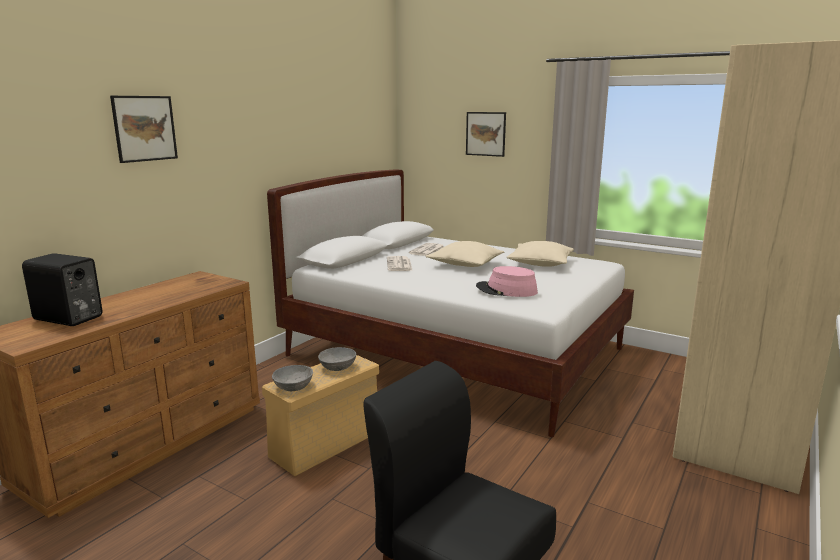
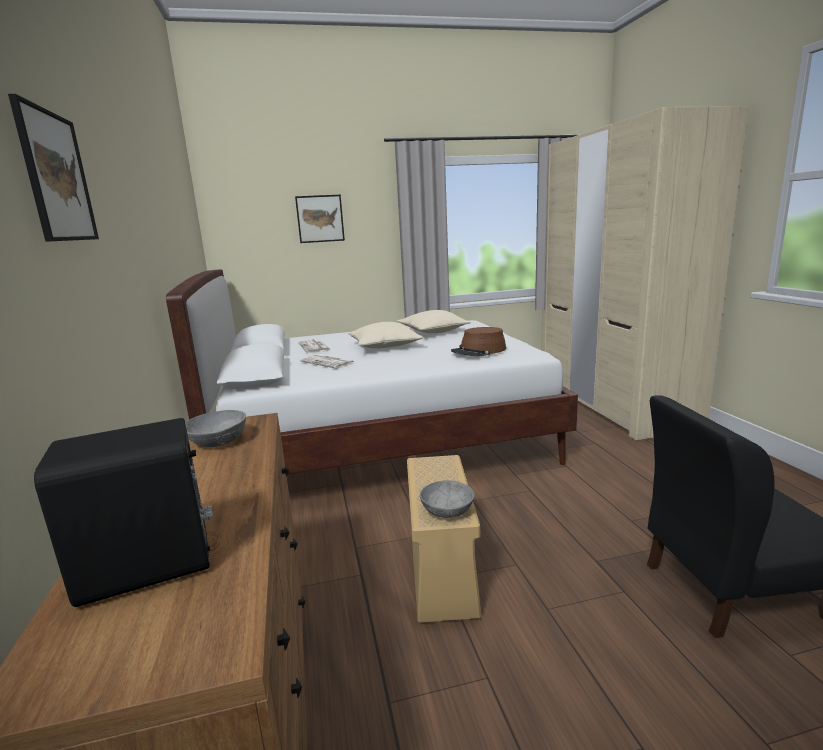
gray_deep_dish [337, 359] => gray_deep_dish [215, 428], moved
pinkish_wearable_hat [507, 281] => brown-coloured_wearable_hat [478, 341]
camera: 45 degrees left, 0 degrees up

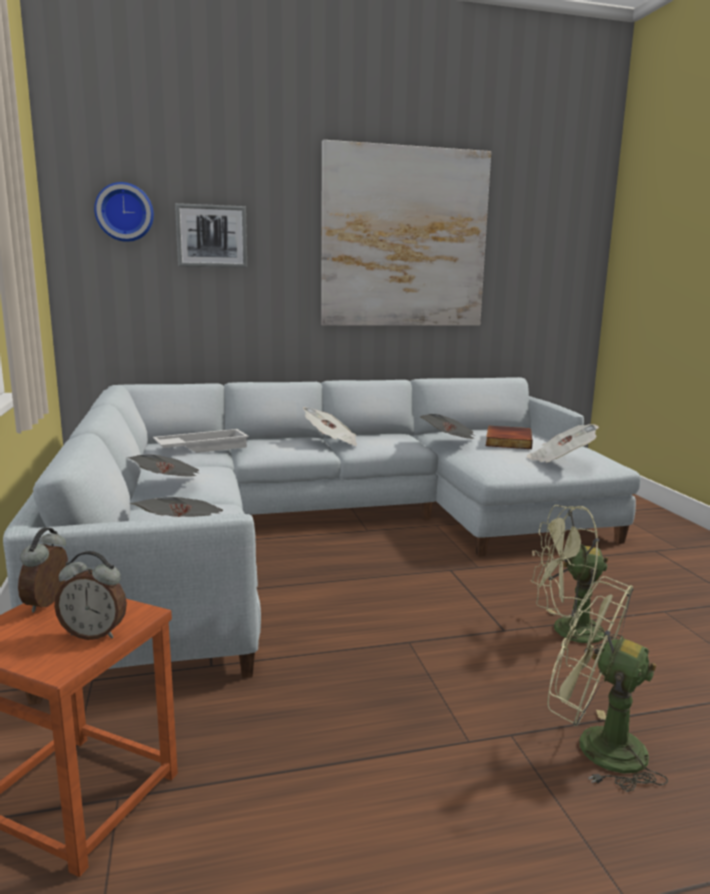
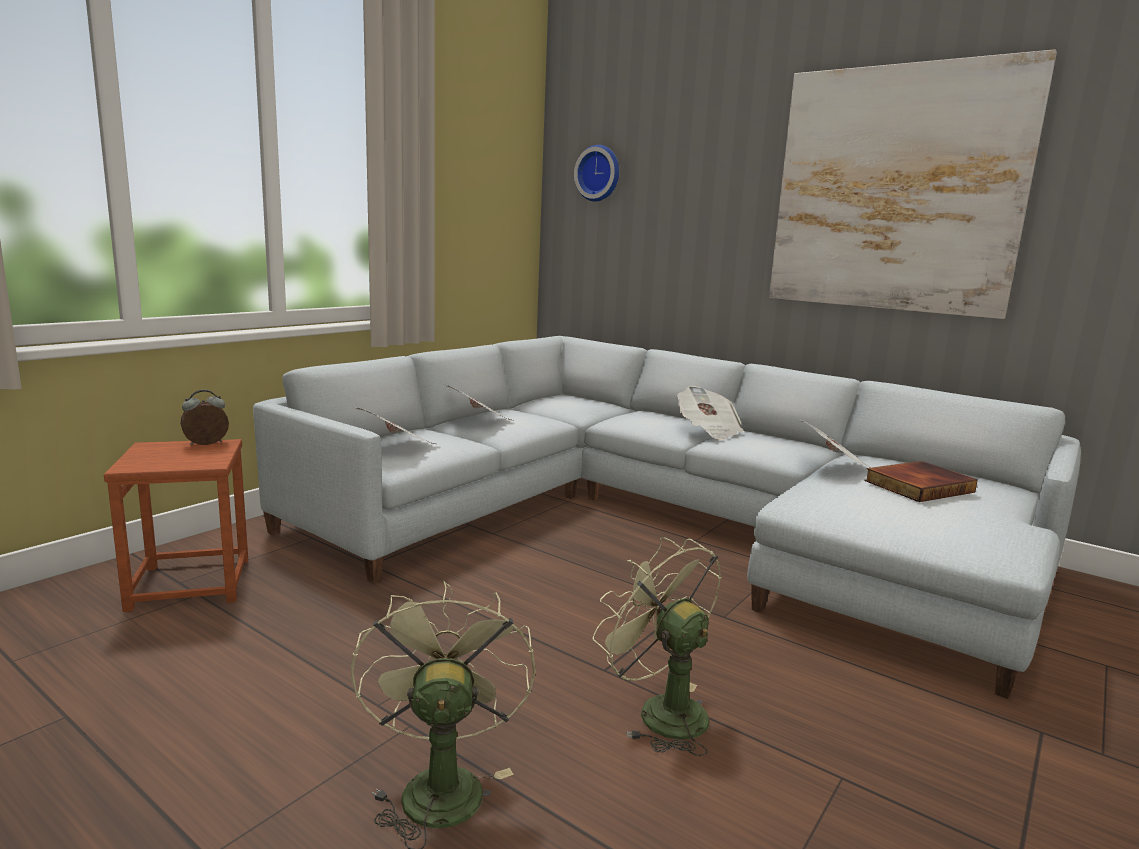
bedside_clock [90, 595] => nothing
white-coloured_tray [201, 441] => nothing
wall_picture [211, 235] => nothing
daily_paper [563, 443] => nothing
camera: 50 degrees right, 0 degrees up

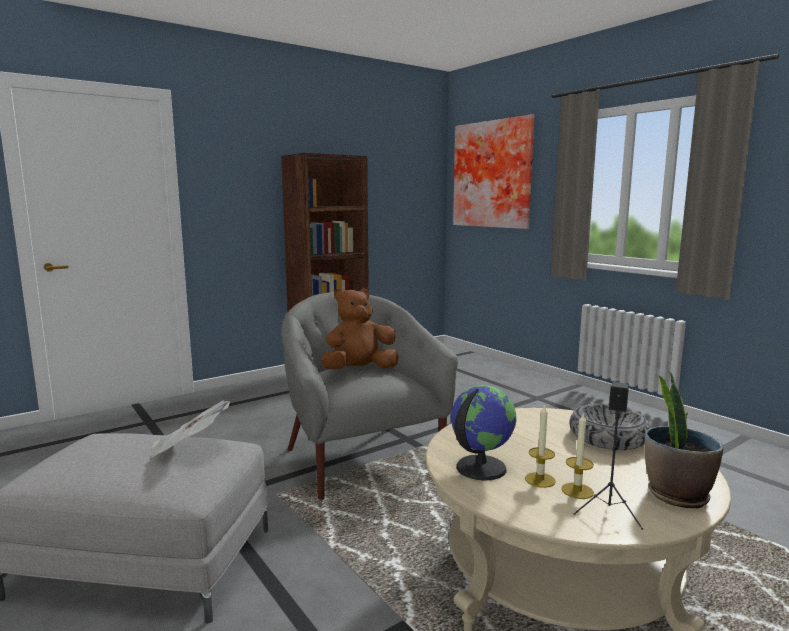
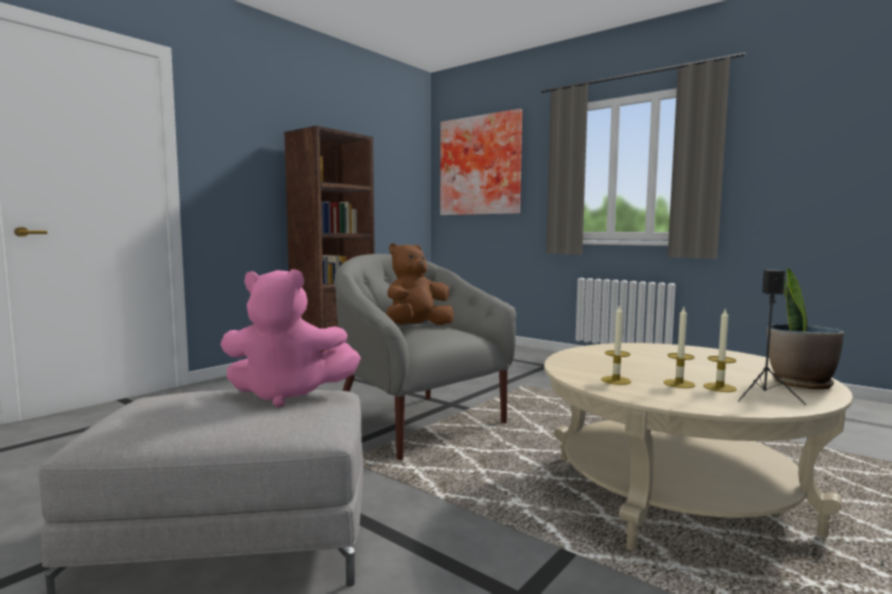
daily_paper [190, 429] => pinkish_cuddly_toy [290, 338]
globe [483, 432] => candle [616, 344]
deep_dish [610, 427] => nothing
camera: 15 degrees left, 5 degrees down

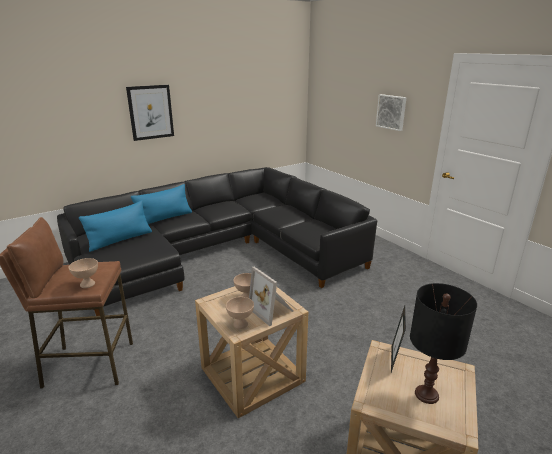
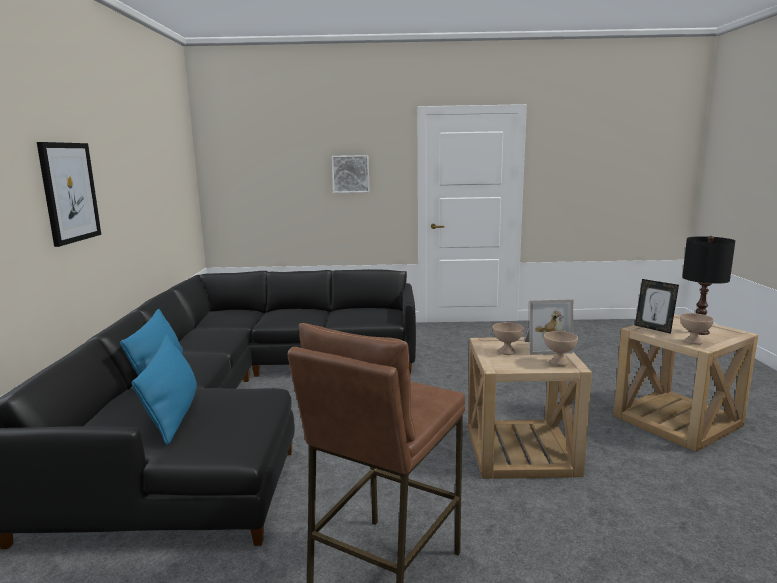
beige-coloured_deep_dish [83, 273] => beige-coloured_deep_dish [697, 329], moved
camera: 55 degrees left, 10 degrees down

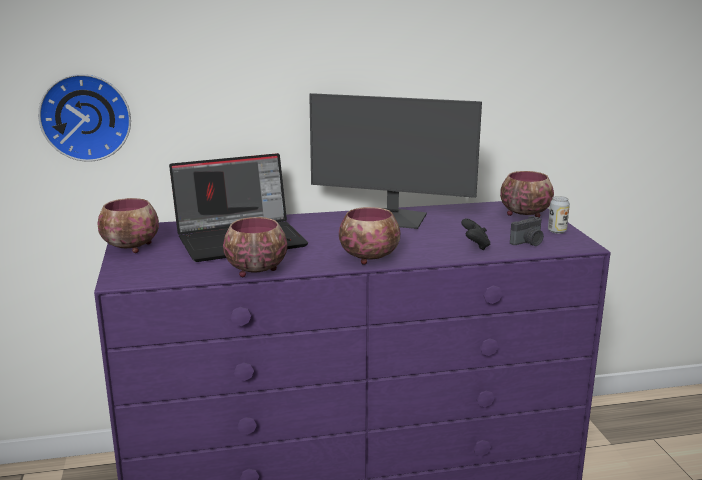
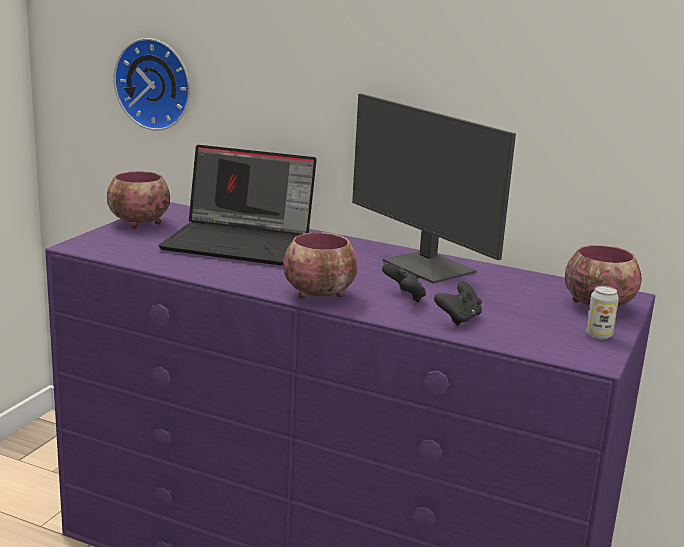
nothing => blackish_gamepad [404, 282]
deep_dish [255, 247] => nothing
photo_camera [527, 231] => nothing
camera: 35 degrees right, 0 degrees up

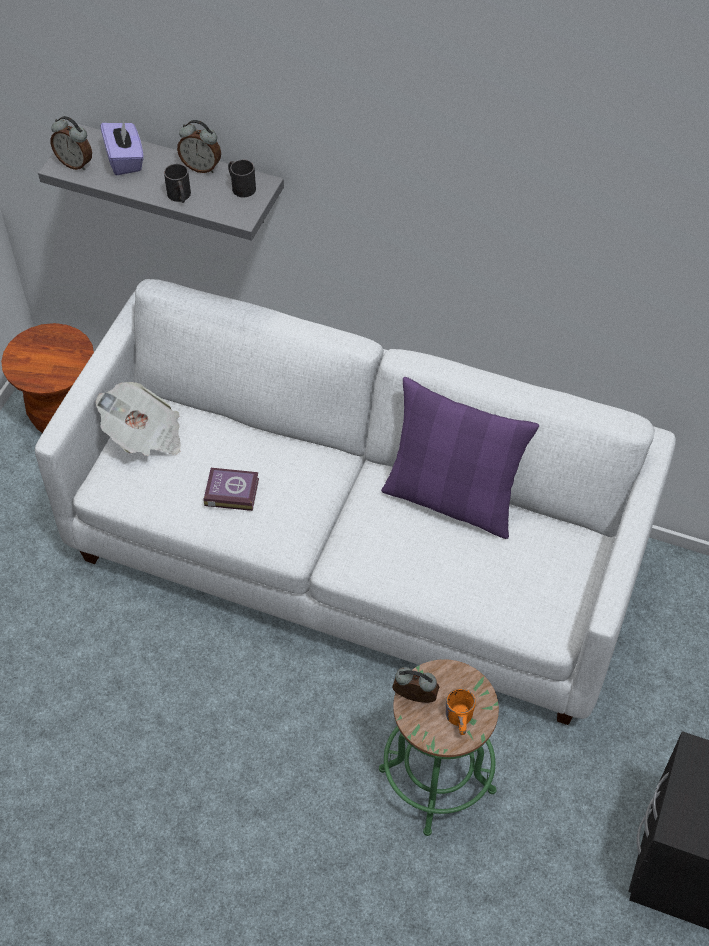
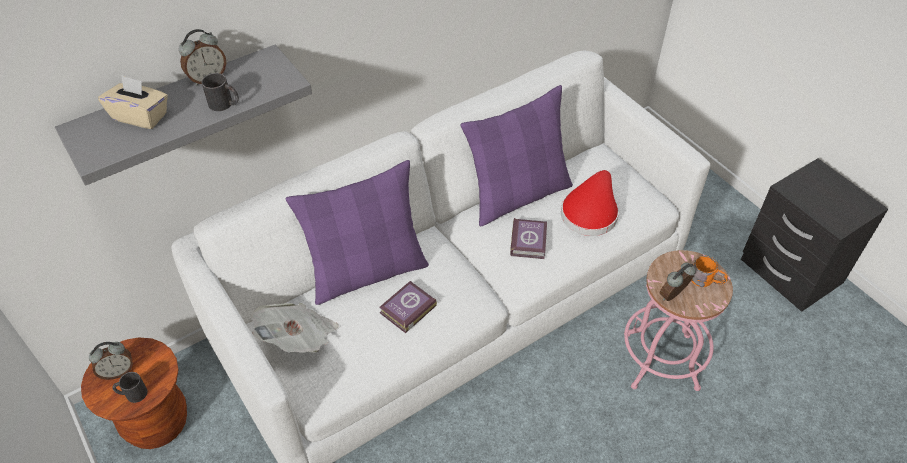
bedside_clock [71, 143] => bedside_clock [111, 361], moved
purple_tissue_box [122, 147] => beige-coloured_tissue_box [133, 102]
blackish_coffee_mug [242, 178] => blackish_coffee_mug [130, 387], moved
nothing => purple_cushion [357, 232]
nothing => bound_book [528, 238]
nothing => red_wearable_hat [590, 203]
greenish_stool [439, 747] => pinkish_stool [678, 320]
camera: 55 degrees left, 5 degrees down

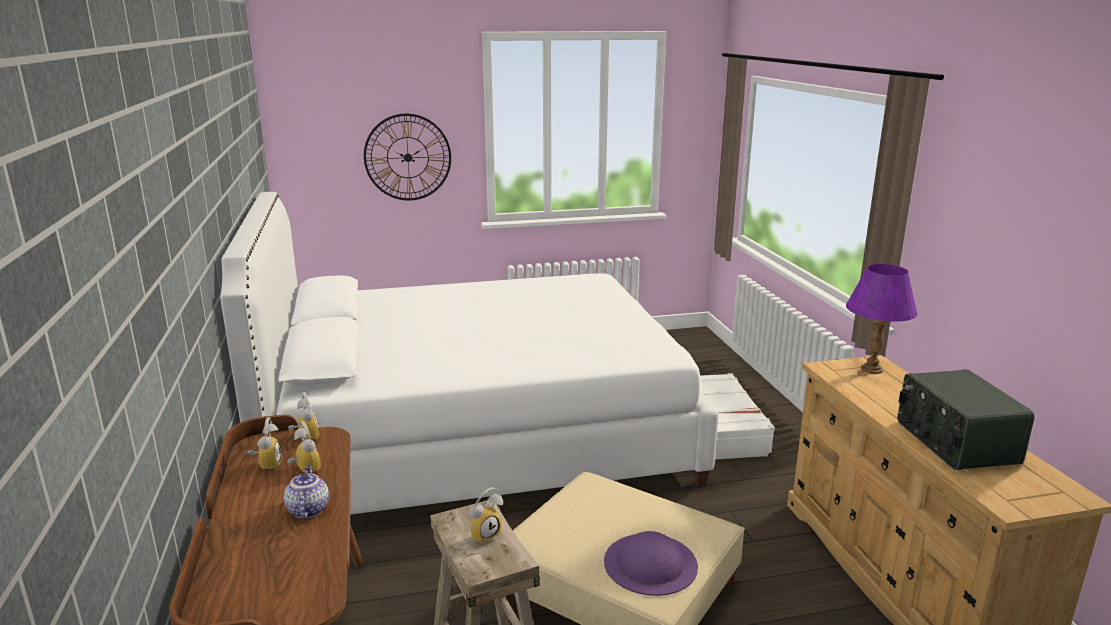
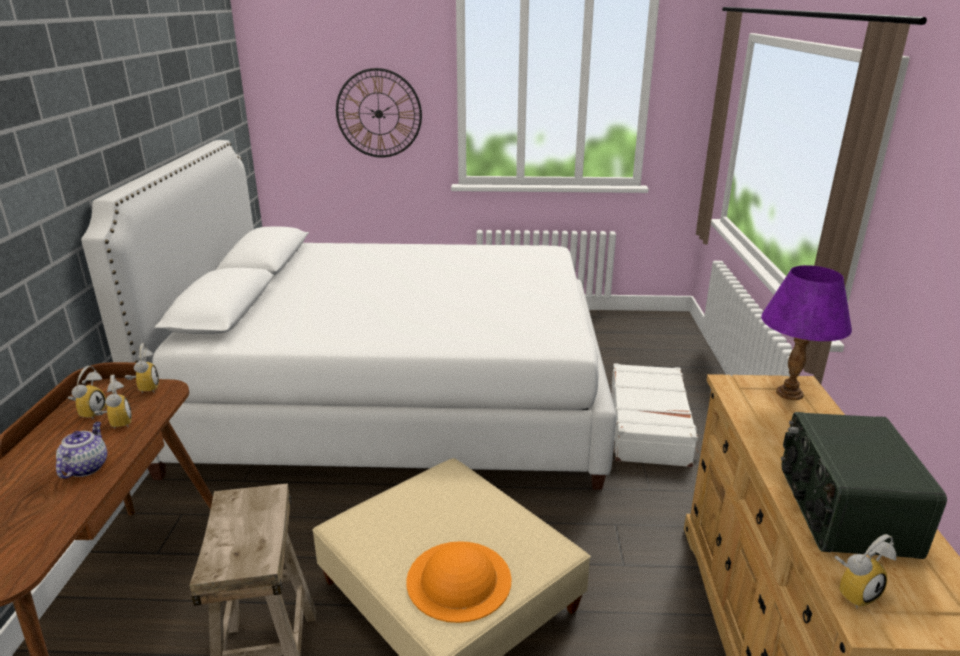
purple_wearable_hat [651, 563] => orangey_wearable_hat [459, 582]
bedside_clock [486, 516] => bedside_clock [865, 571], moved
camera: 15 degrees right, 5 degrees up

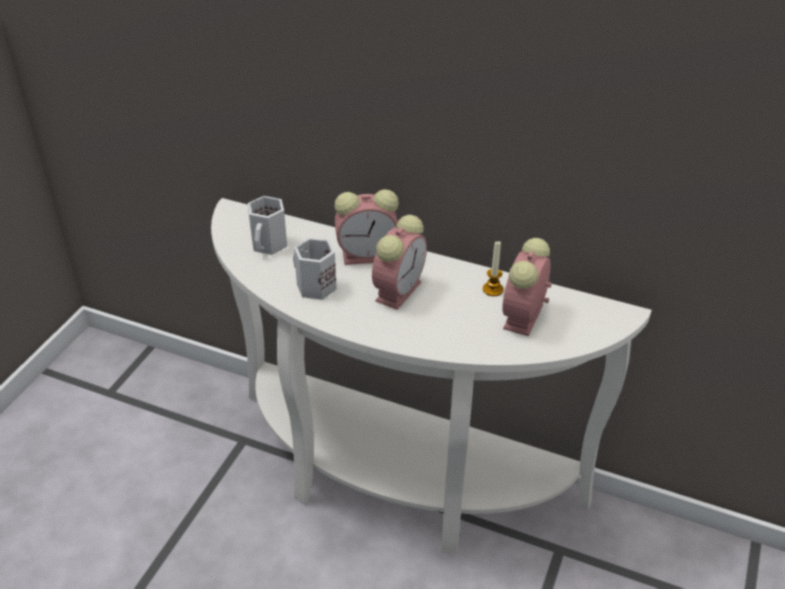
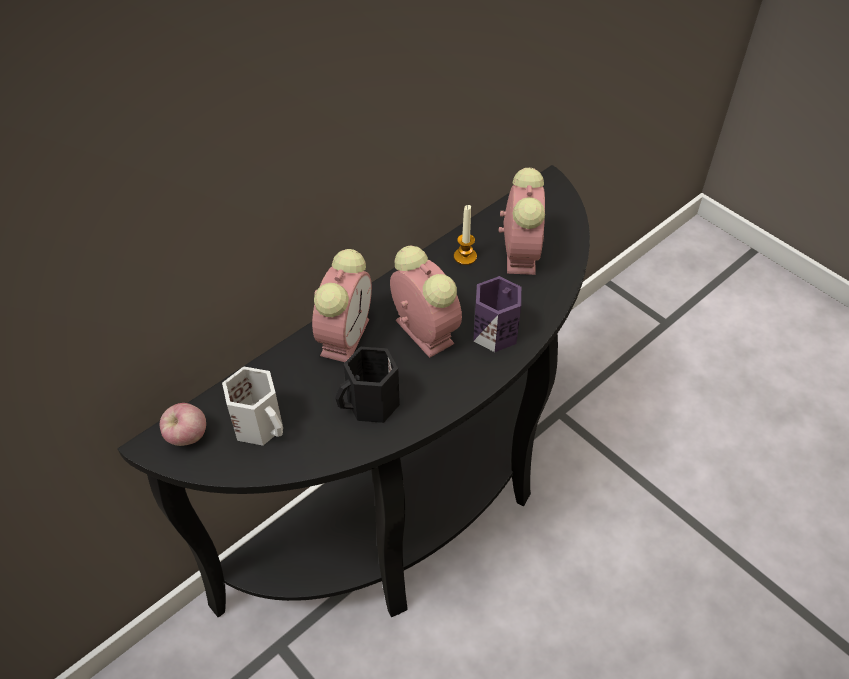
white-coloured_hall_table [431, 376] => blackish_hall_table [353, 391]
nothing => apple_fruit [183, 424]
white-coloured_coffee_mug [315, 269] => blackish_coffee_mug [367, 385]
nothing => purple_coffee_mug [497, 314]
bedside_clock [527, 287] => bedside_clock [522, 221], 135 degrees counterclockwise
camera: 65 degrees left, 10 degrees up

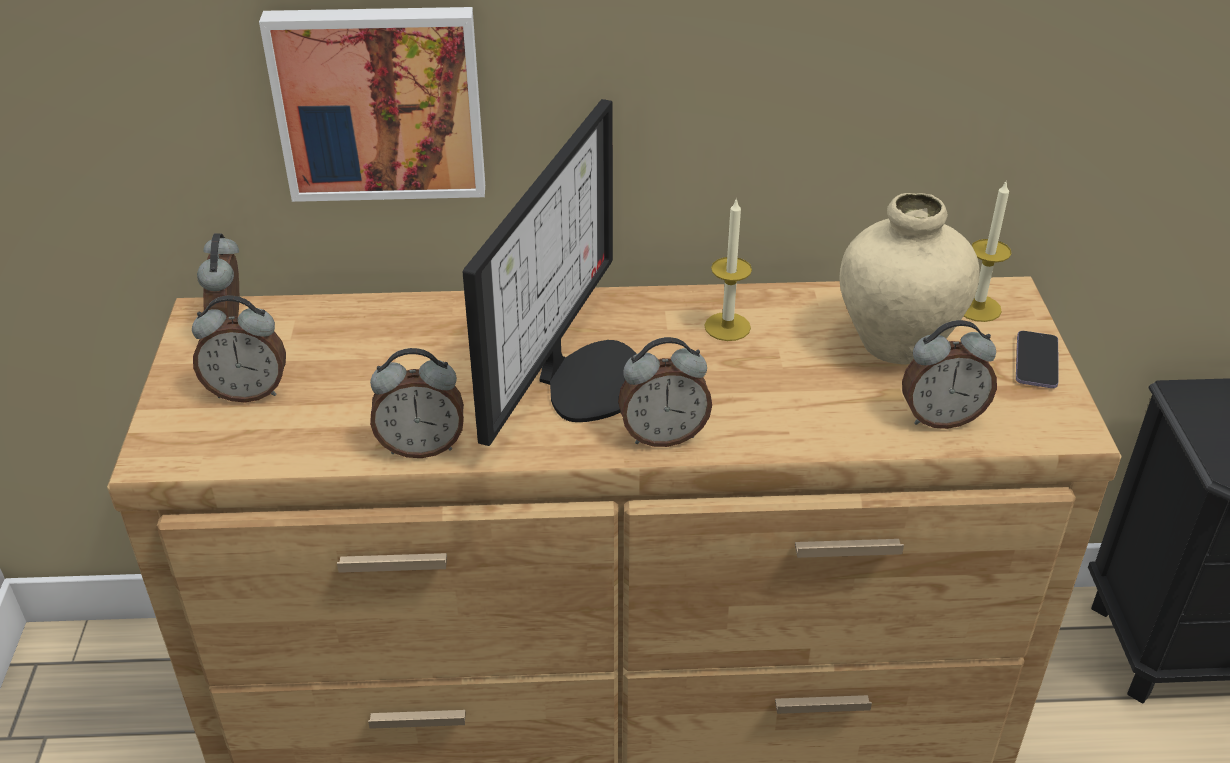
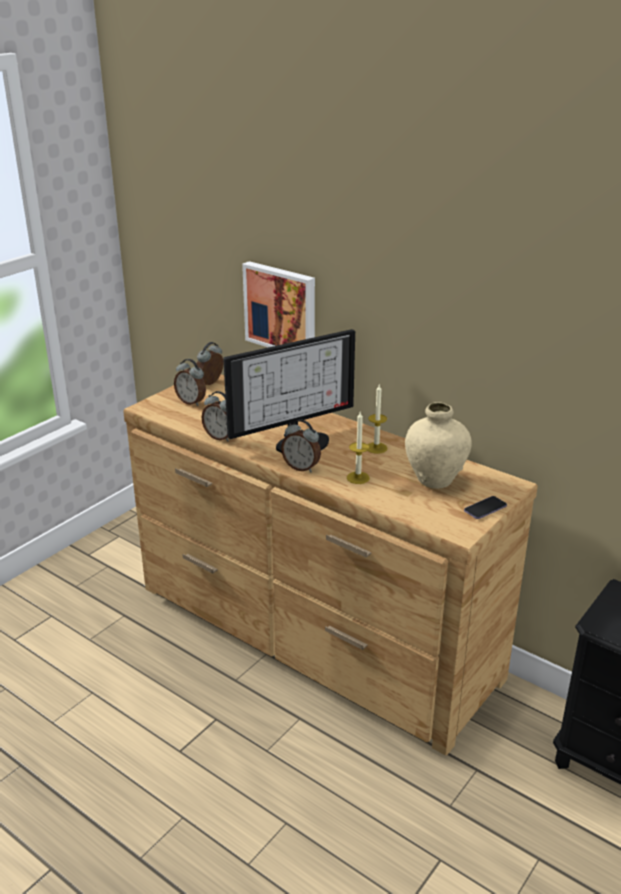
candle [987, 251] => candle [358, 448], moved
bedside_clock [949, 374] => nothing
camera: 40 degrees right, 10 degrees down

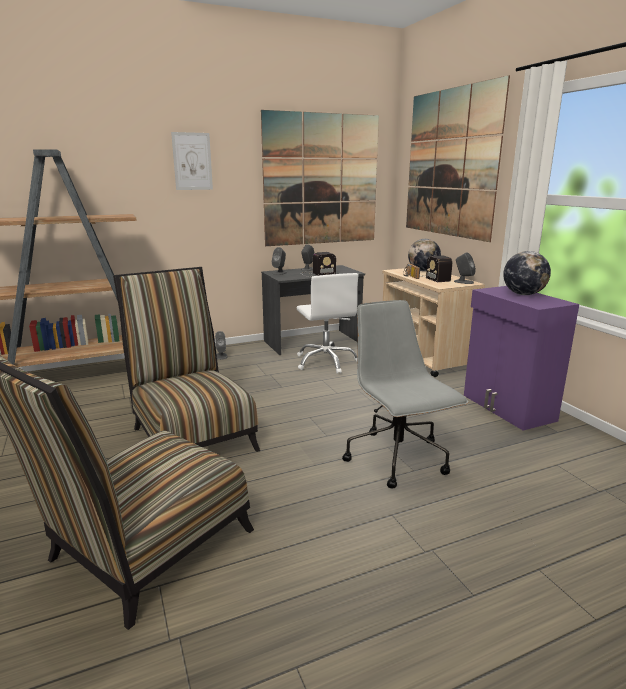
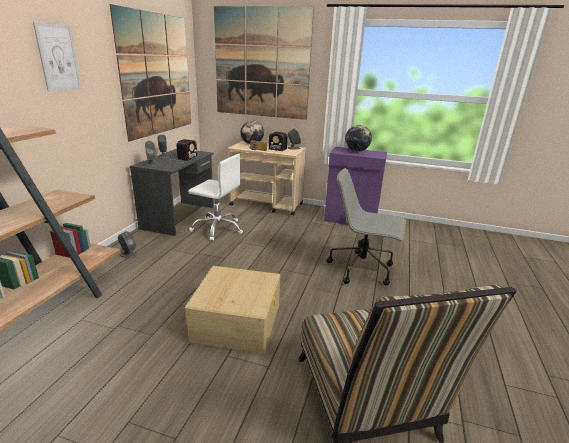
upright_chair [186, 359] => beige-coloured_storage_container [232, 310]
camera: 50 degrees left, 5 degrees up

